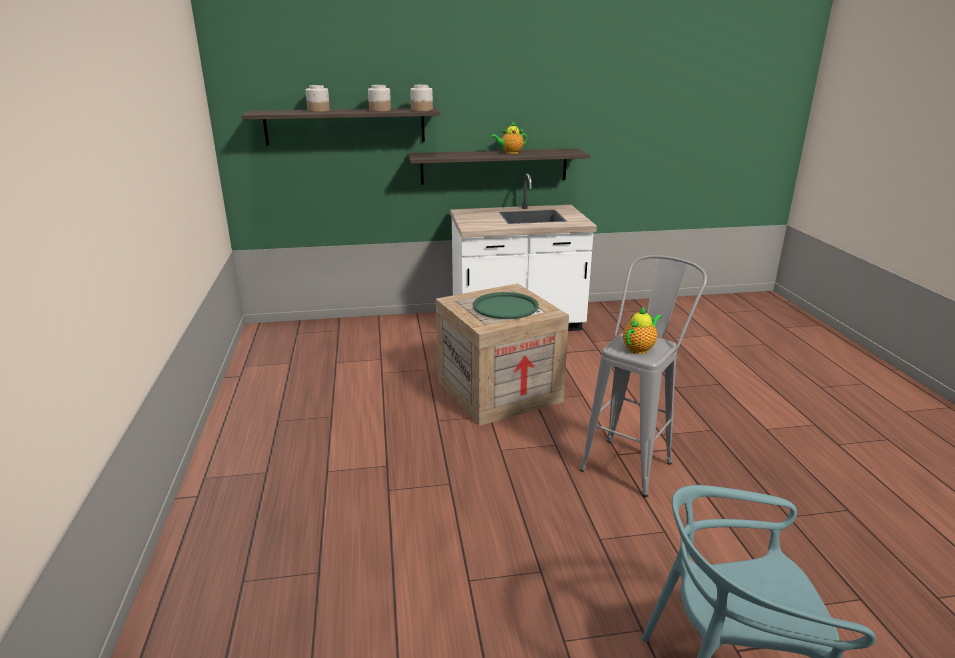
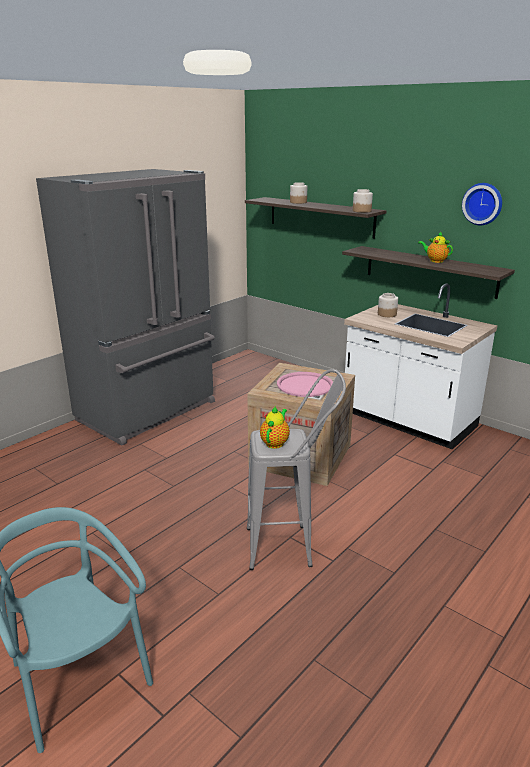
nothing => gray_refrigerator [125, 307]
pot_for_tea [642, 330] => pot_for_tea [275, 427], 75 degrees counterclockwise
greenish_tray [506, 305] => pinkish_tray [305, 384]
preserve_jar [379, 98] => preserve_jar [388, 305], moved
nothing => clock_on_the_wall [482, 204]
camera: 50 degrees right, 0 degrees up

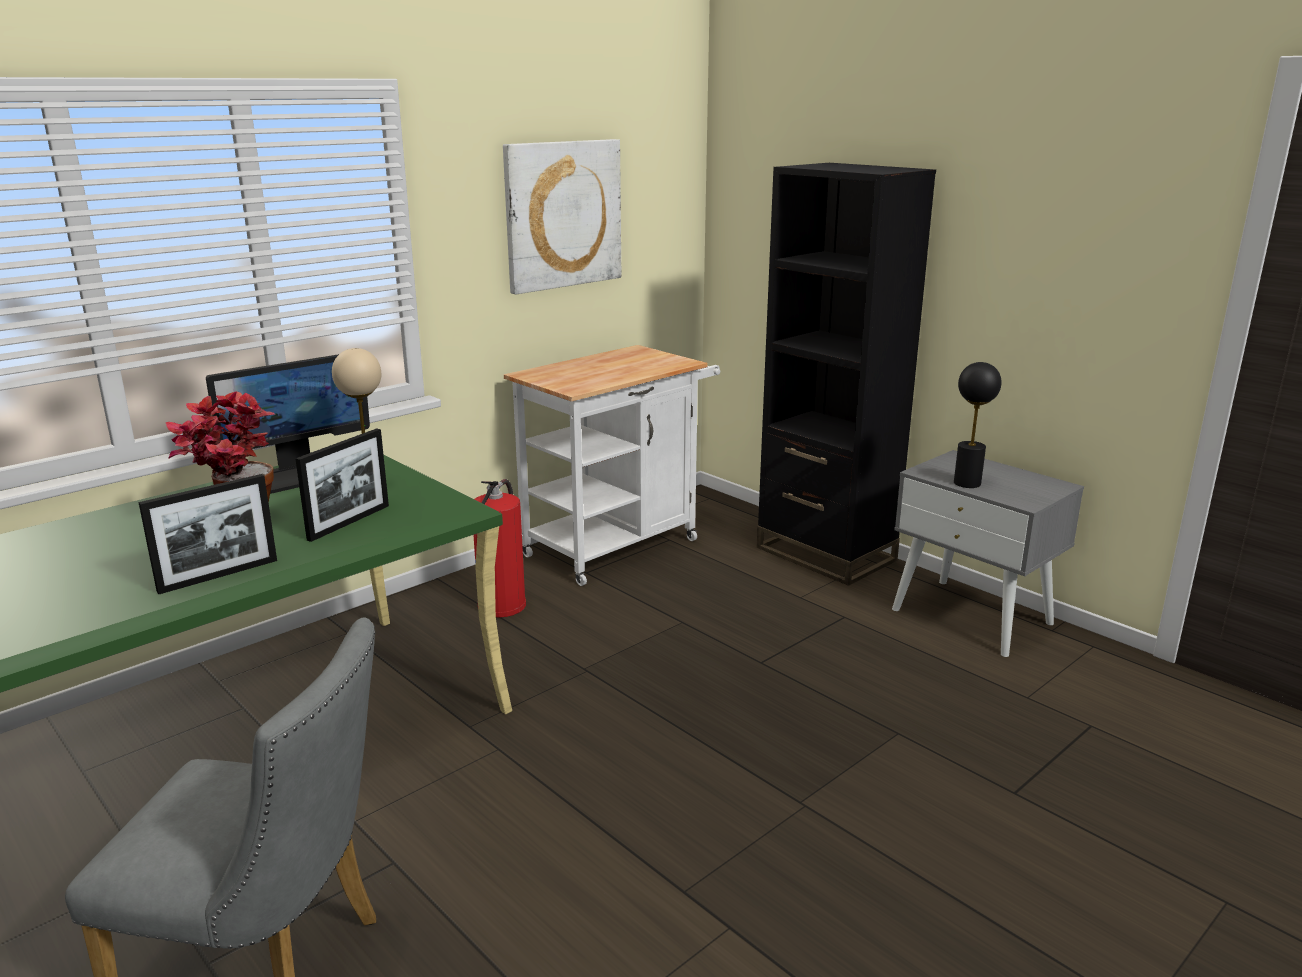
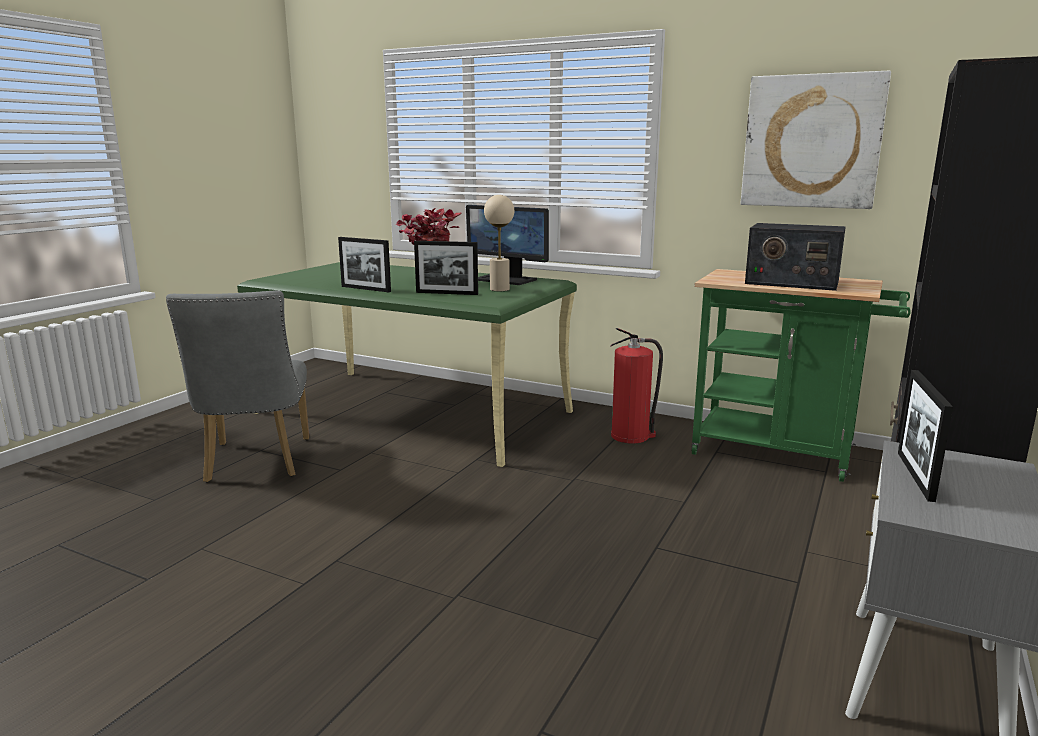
white-coloured_trolley [612, 465] => greenish_trolley [800, 375]
nothing => radio_set [795, 257]
blackish_lamp_for_a_table [978, 425] => picture_frame [925, 436]
camera: 70 degrees right, 5 degrees down

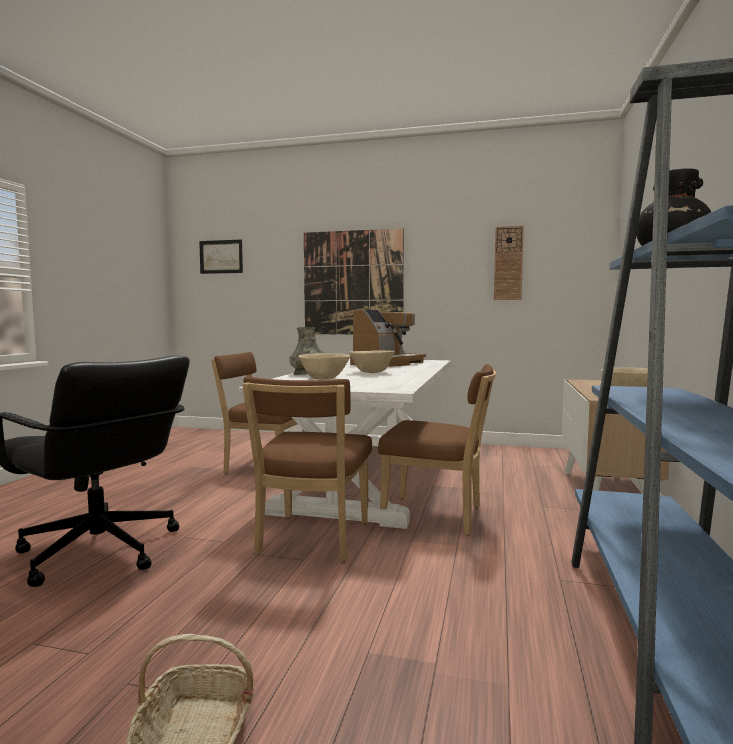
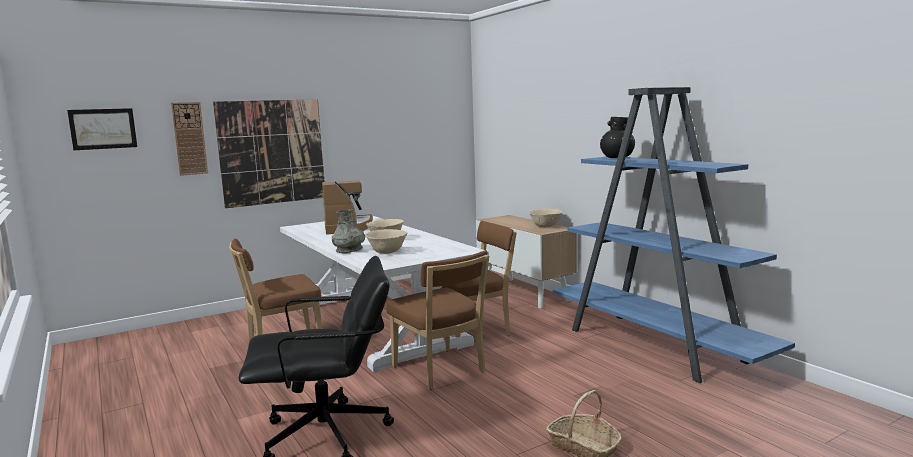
clock_on_the_wall [509, 263] => clock_on_the_wall [189, 139], moved
camera: 45 degrees left, 5 degrees up

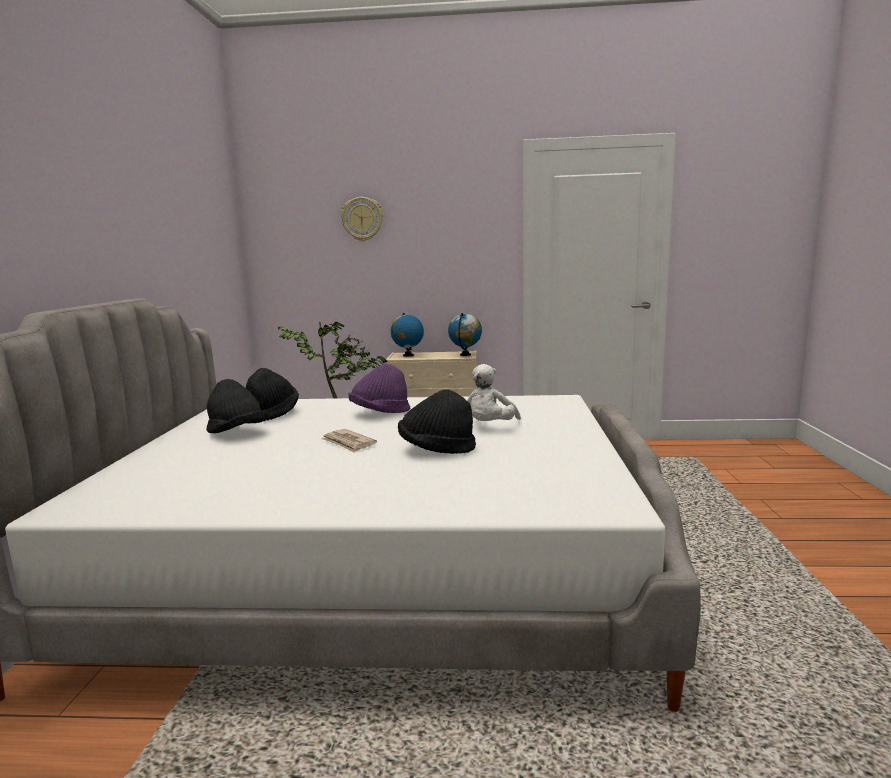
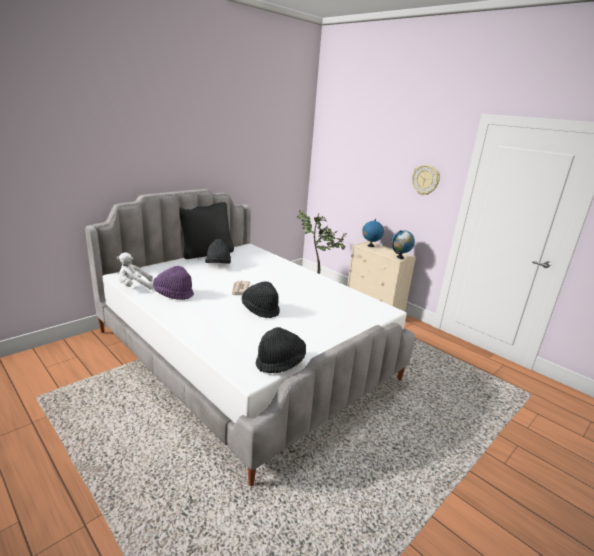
white-coloured_cuddly_toy [494, 392] => white-coloured_cuddly_toy [135, 271], moved
purple_wearable_hat [379, 388] => purple_wearable_hat [173, 283], moved
nothing => blackish_cushion [206, 230]
blackish_wearable_hat [272, 395] => blackish_wearable_hat [281, 350], moved
clock_on_the_wall [362, 219] => clock_on_the_wall [426, 180], moved
camera: 40 degrees right, 10 degrees up

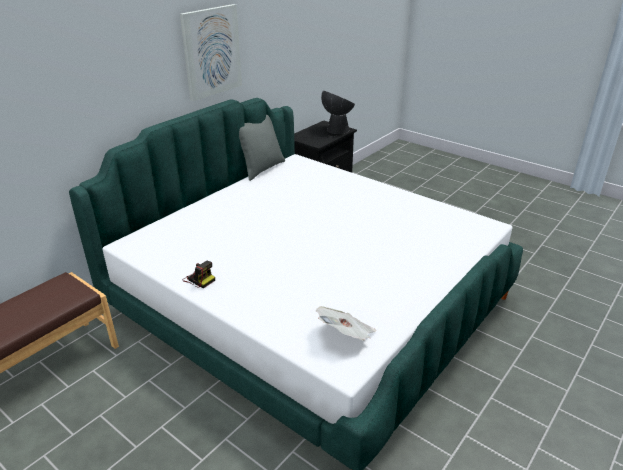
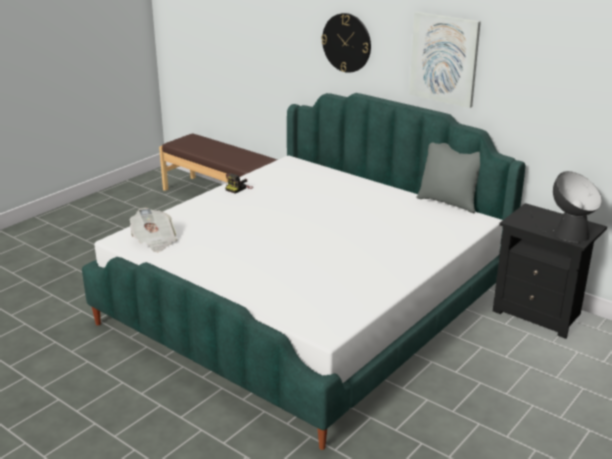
nothing => clock_on_the_wall [346, 43]
camera: 90 degrees right, 5 degrees down

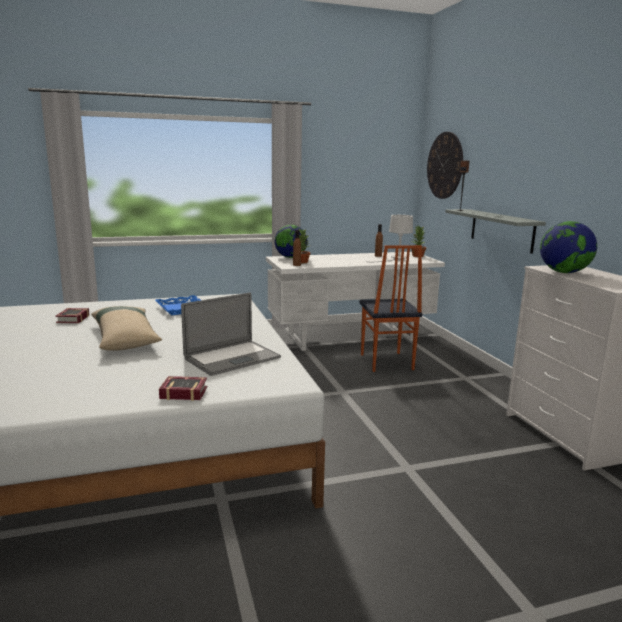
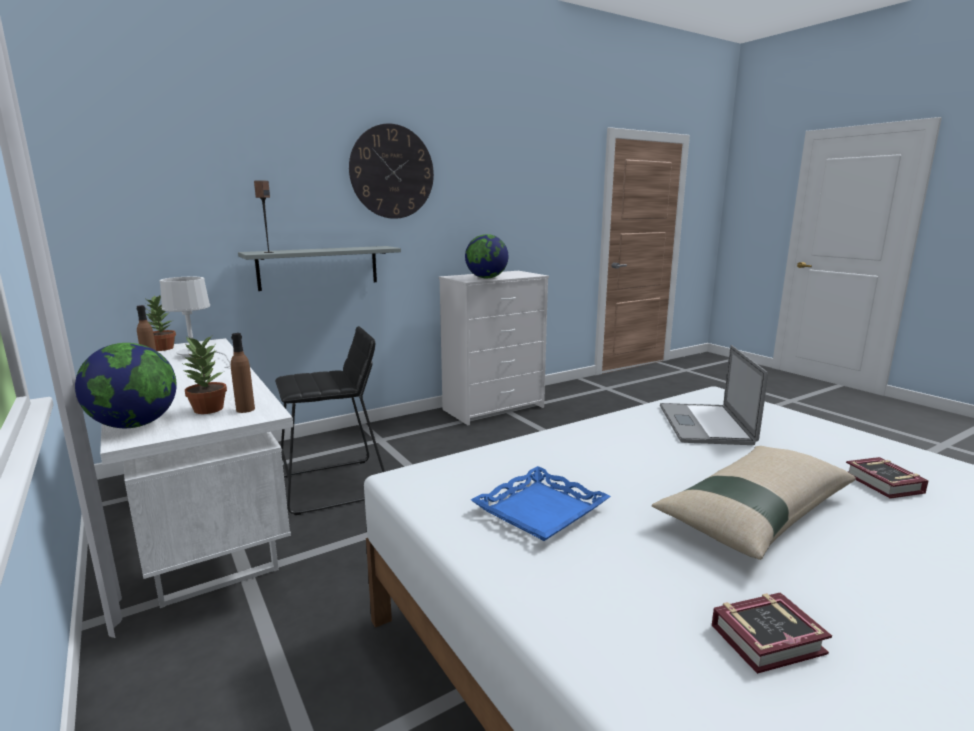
upright_chair [390, 308] => blackish_stool [330, 420]
clock_on_the_wall [445, 165] => clock_on_the_wall [391, 171], moved
notebook_computer [231, 334] => notebook_computer [714, 395], 120 degrees counterclockwise
bound_book [183, 388] => bound_book [887, 478], moved
camera: 105 degrees left, 0 degrees up

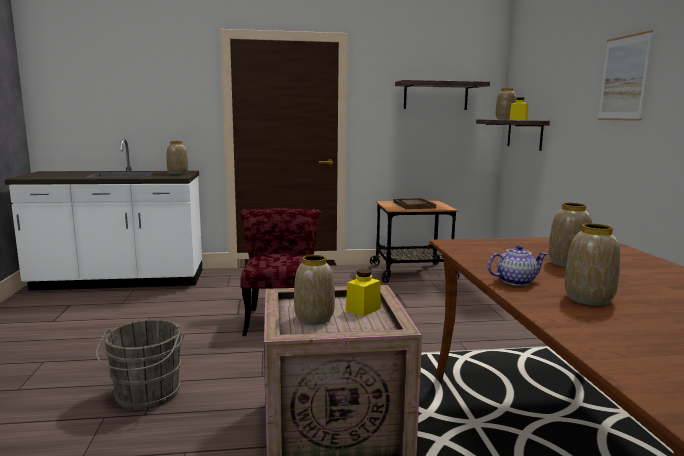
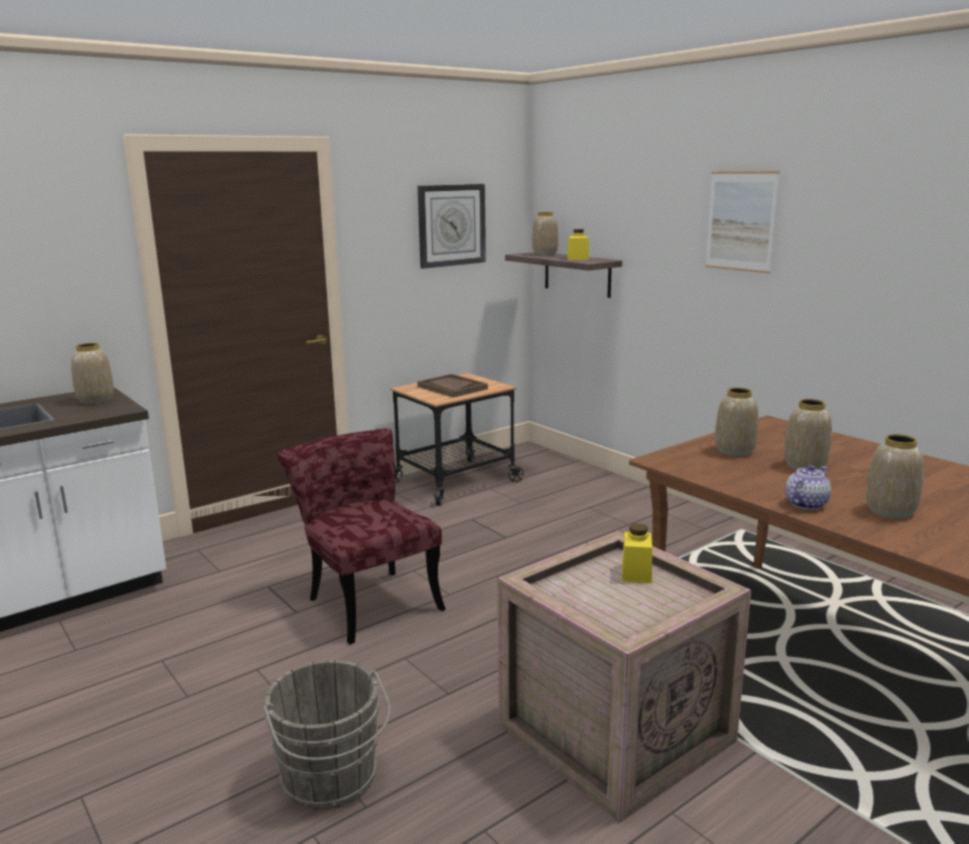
bracket_shelf [442, 95] => clock_on_the_wall [452, 226]
flower_vase [314, 290] => flower_vase [736, 422], moved
camera: 30 degrees left, 5 degrees up

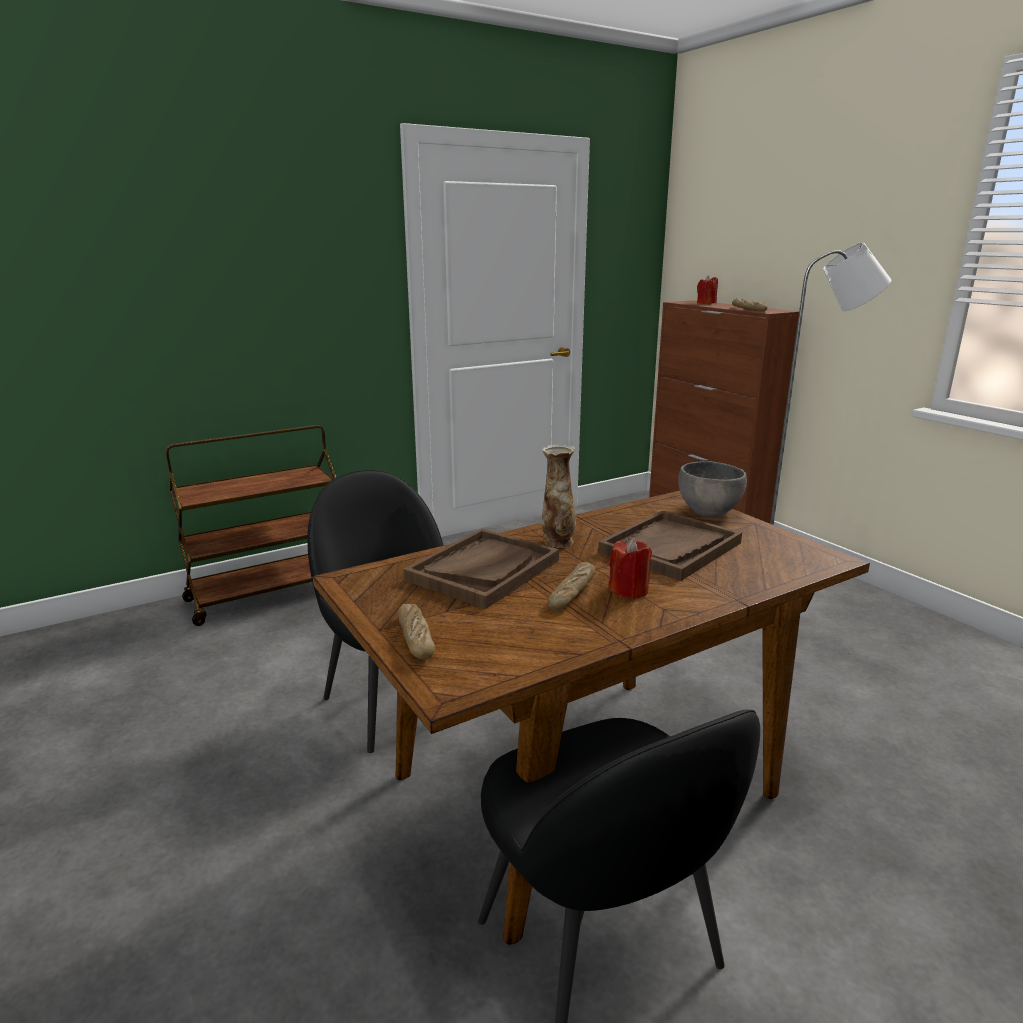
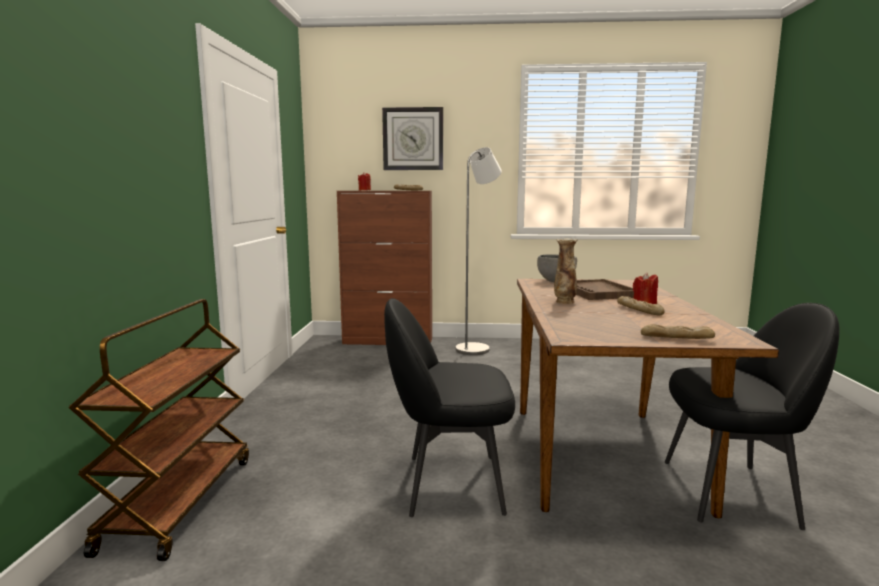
nothing => clock_on_the_wall [412, 138]
brown-coloured_tray [481, 569] => nothing
camera: 55 degrees left, 10 degrees down

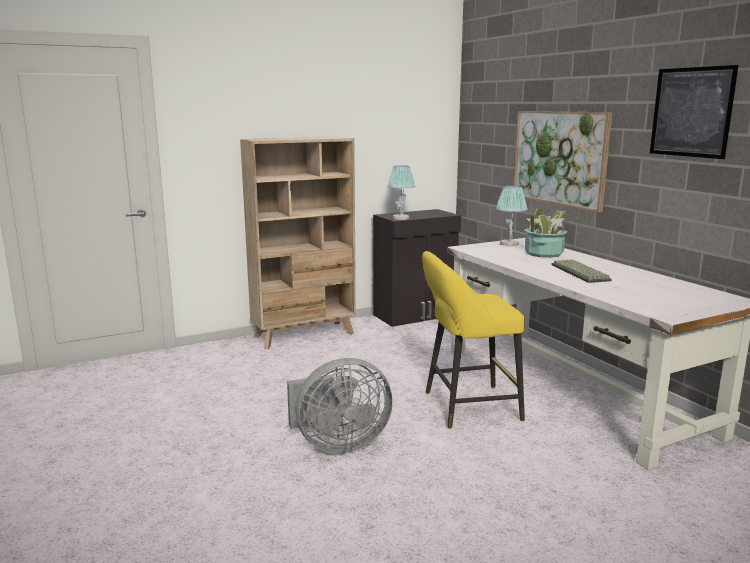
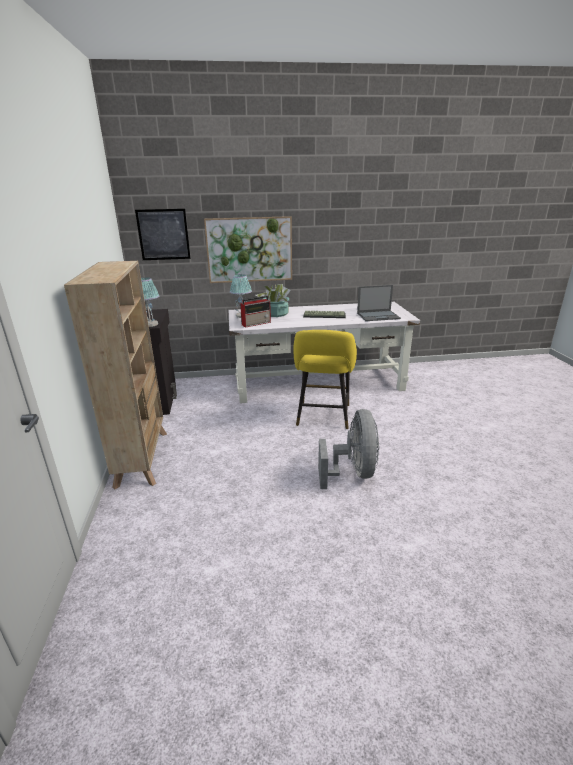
wall_picture [694, 112] => wall_picture [163, 234], moved
nothing => radio_set [255, 311]
nothing => notebook_computer [379, 303]
camera: 70 degrees left, 10 degrees up

